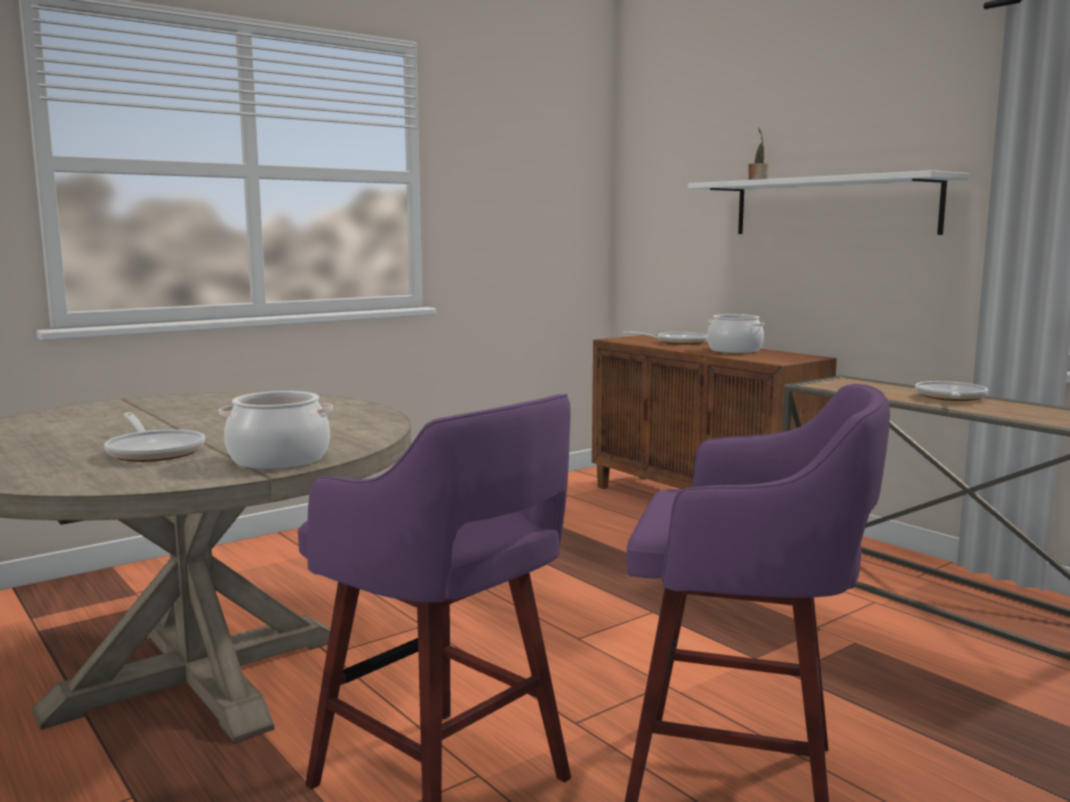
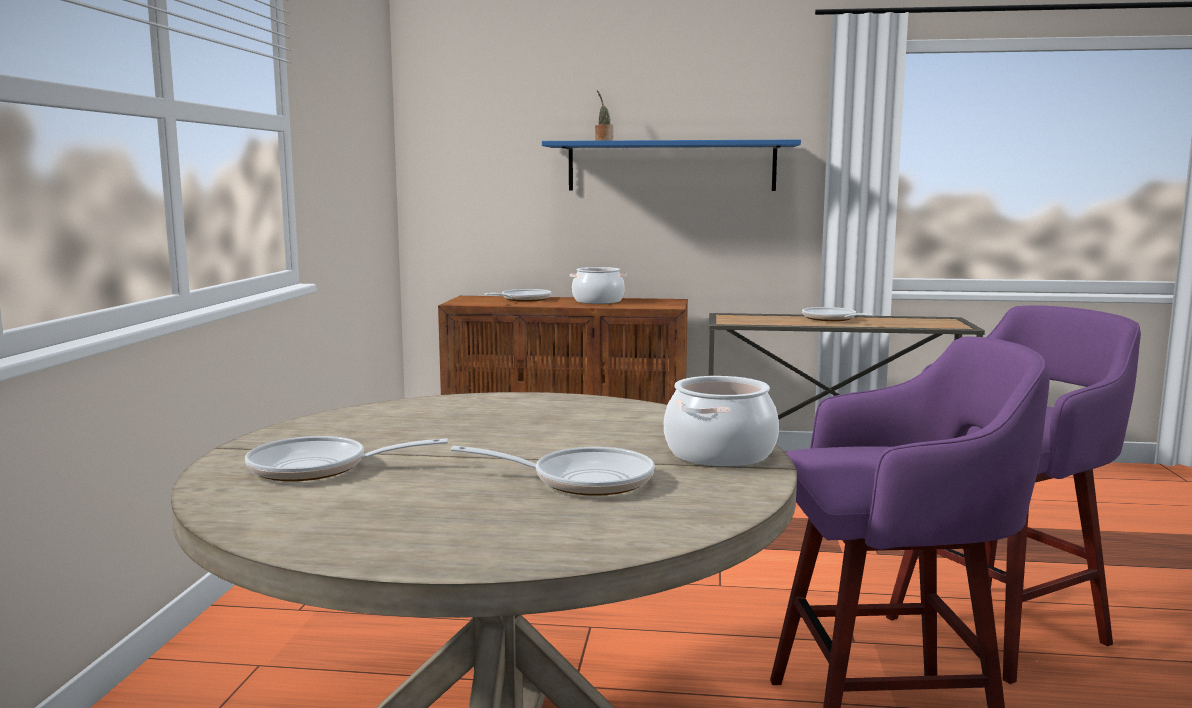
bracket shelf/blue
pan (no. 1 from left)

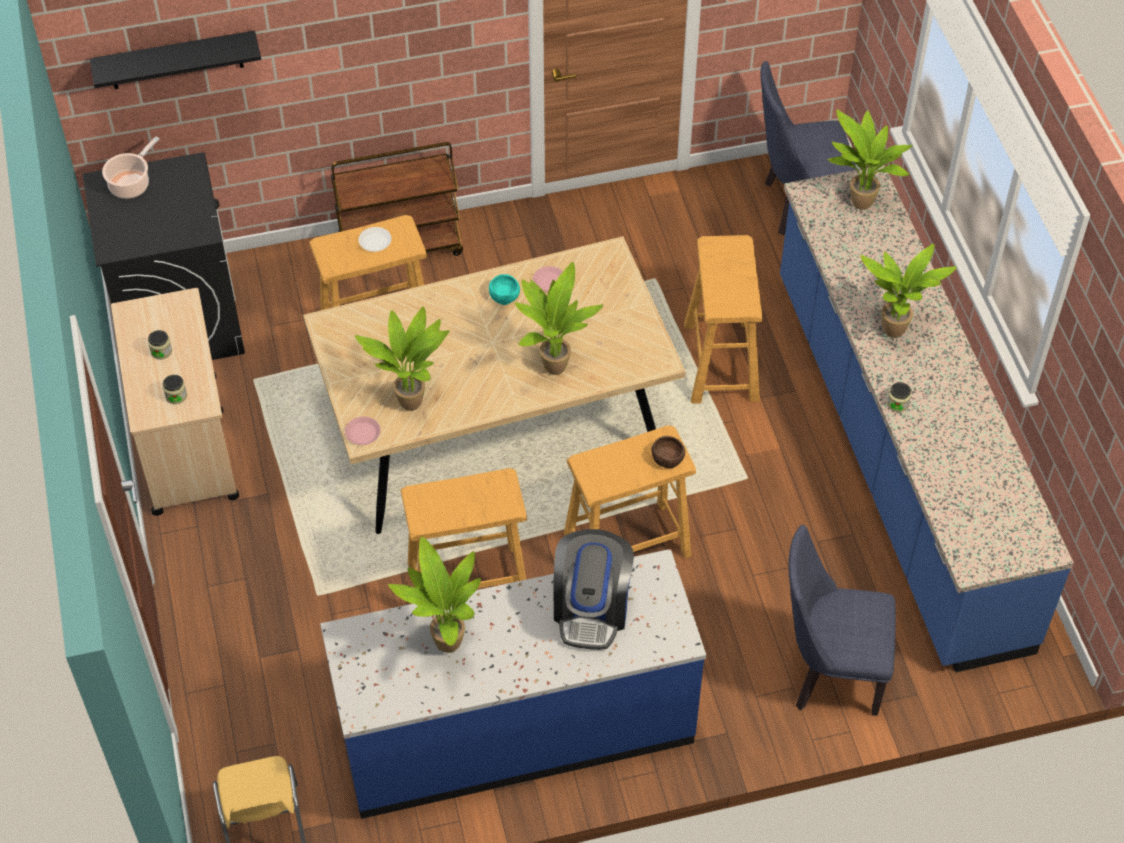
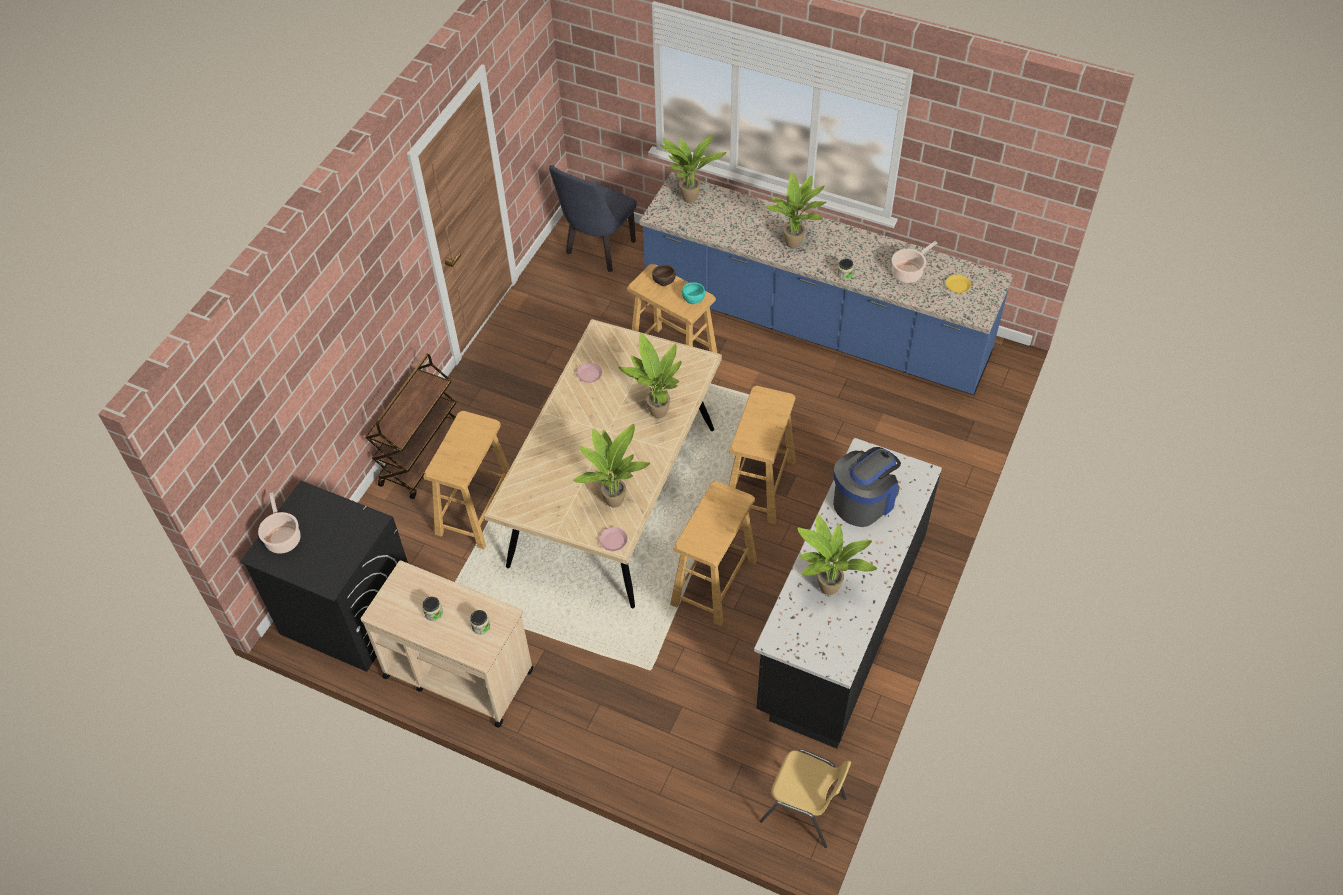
bracket shelf/black
plate/white-coloured
bowl/turquoise
bowl/brown-coloured
chair/blue (no. 2 from left in the first image)
coffee maker
counter/black
saucepot (no. 2 from left)
plate/yellow-coloured

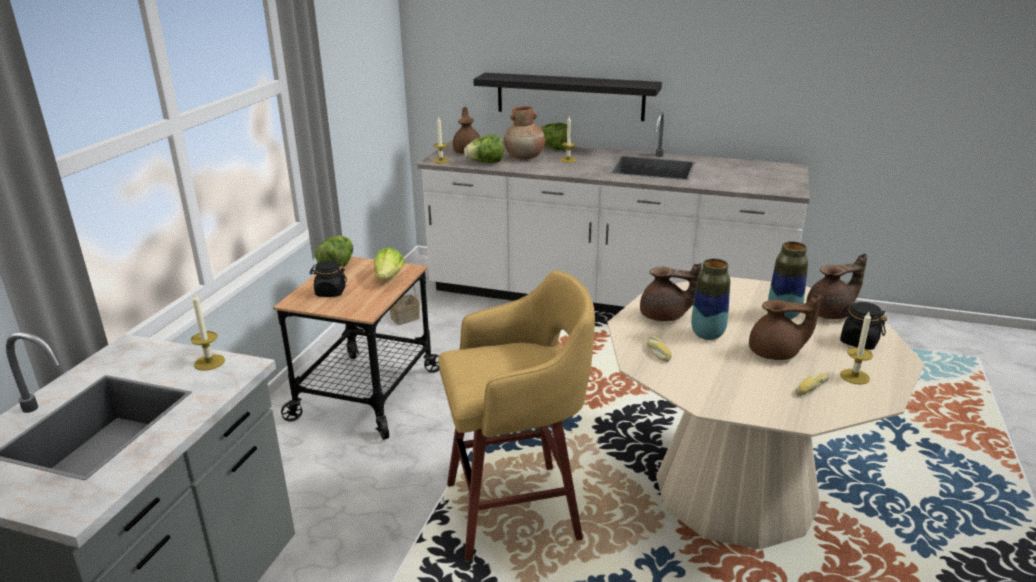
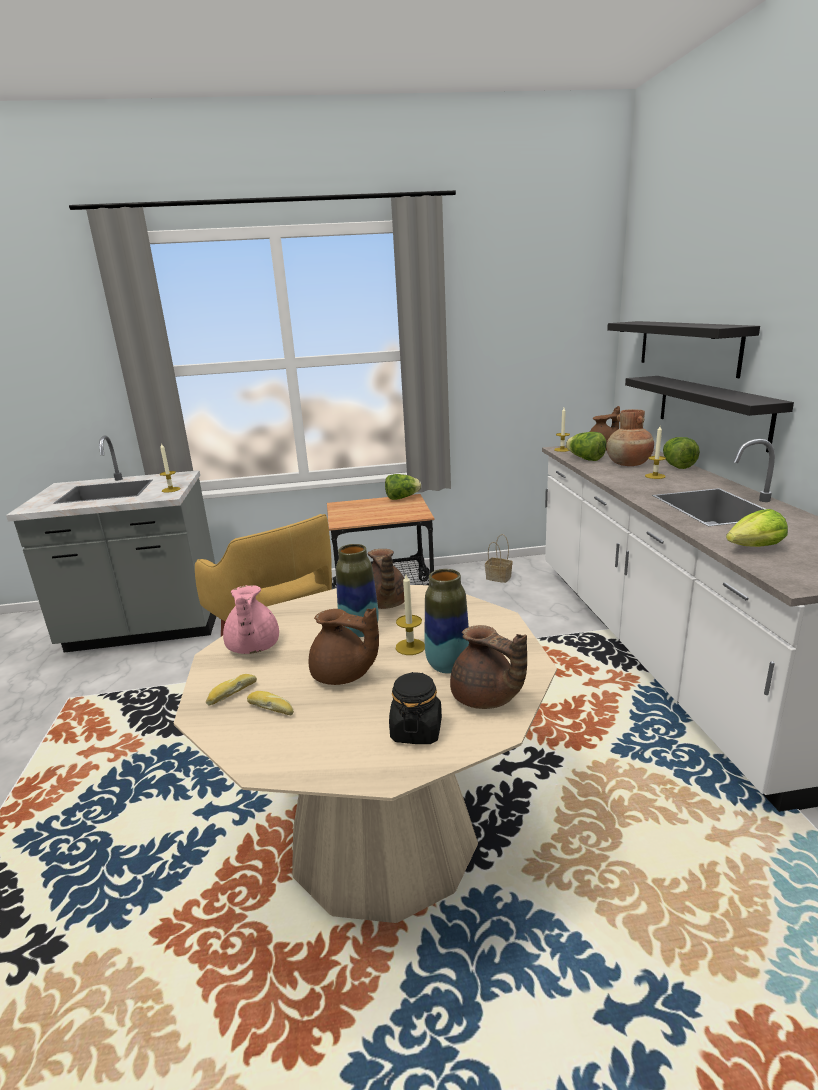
lettuce head (no. 4 from left)
preserve jar/black (no. 1 from left in the first image)
teapot/brown-coloured (no. 1 from left)
wax candle (no. 2 from left)
baked bread (no. 1 from left)
bracket shelf/black (no. 1 from left)
teapot/pink

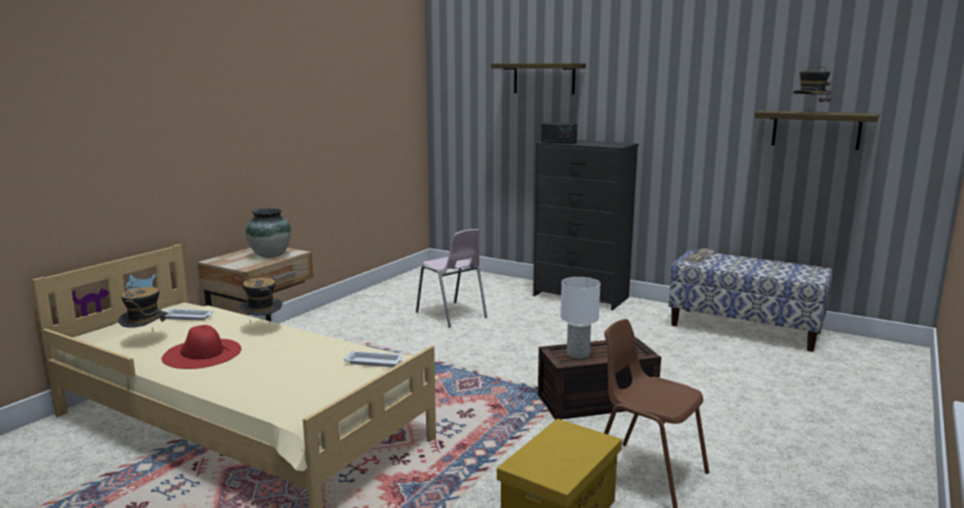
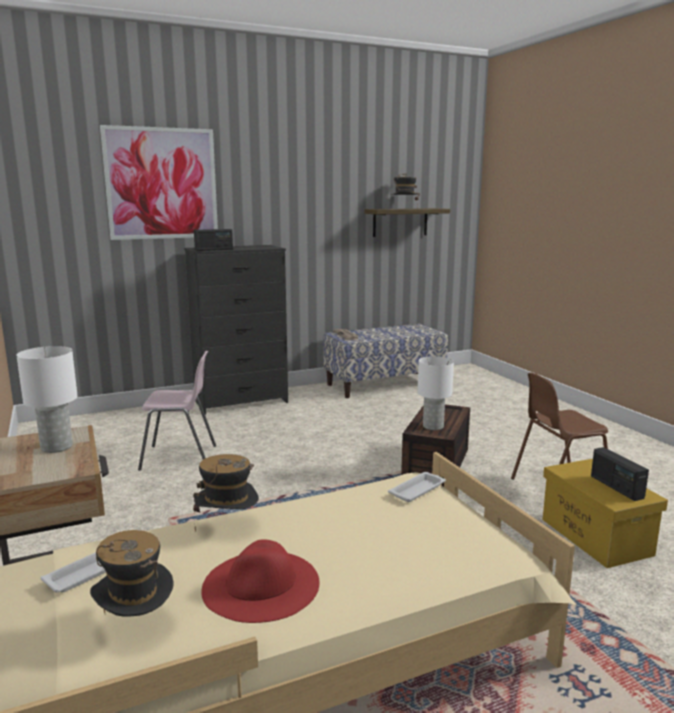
wall art
tabletop lamp/white-coloured (no. 1 from left)
radio receiver (no. 2 from left)

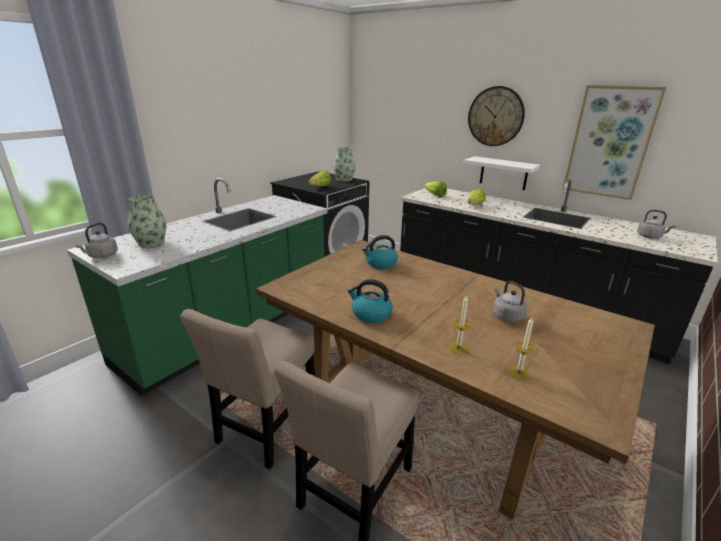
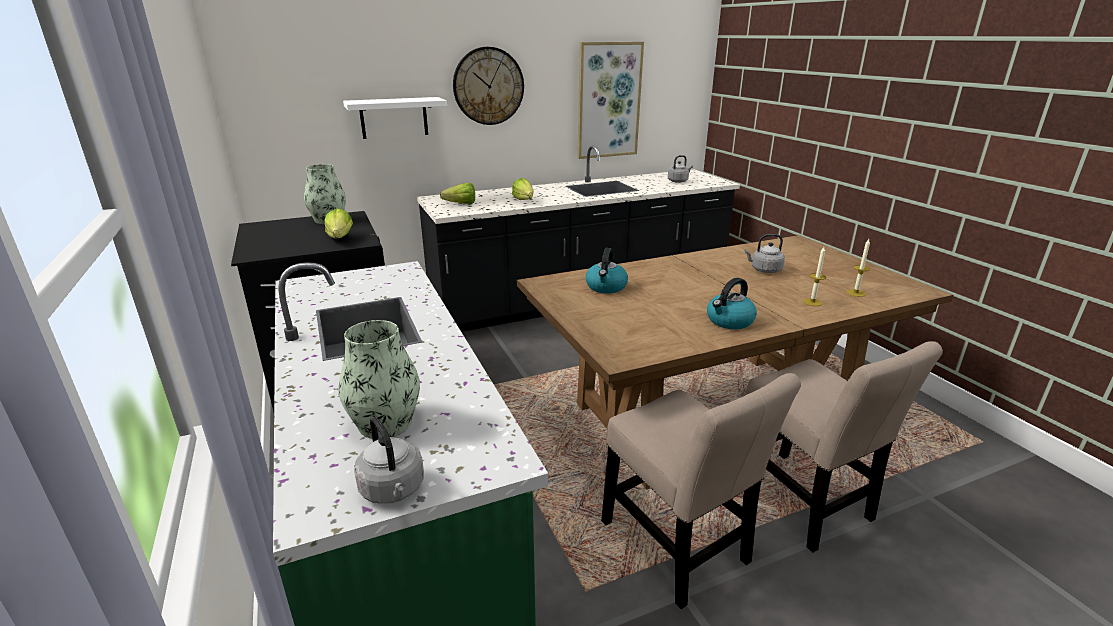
bracket shelf/white-coloured

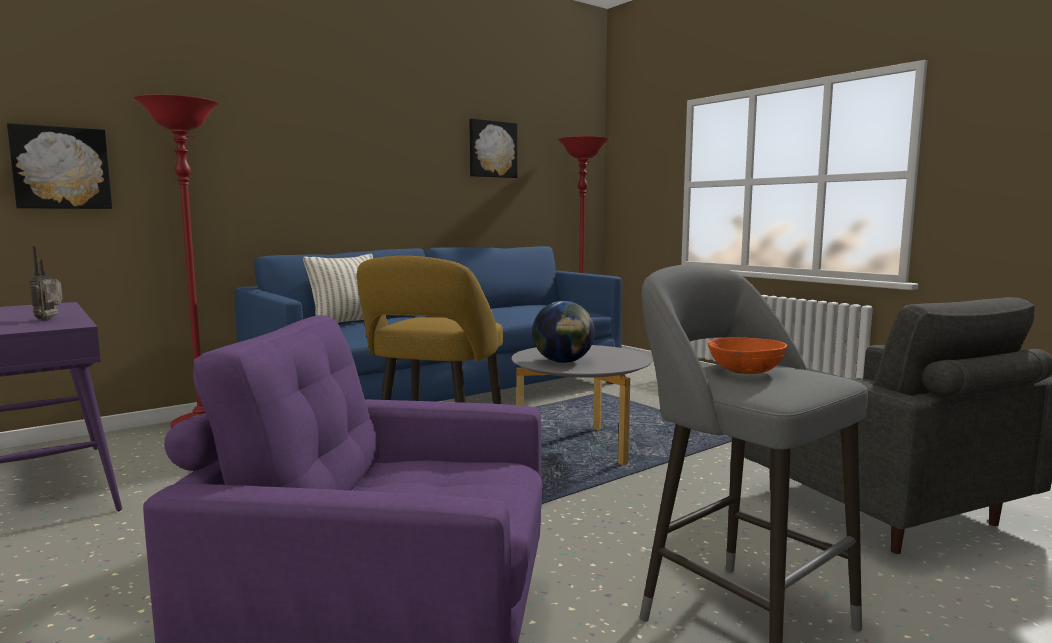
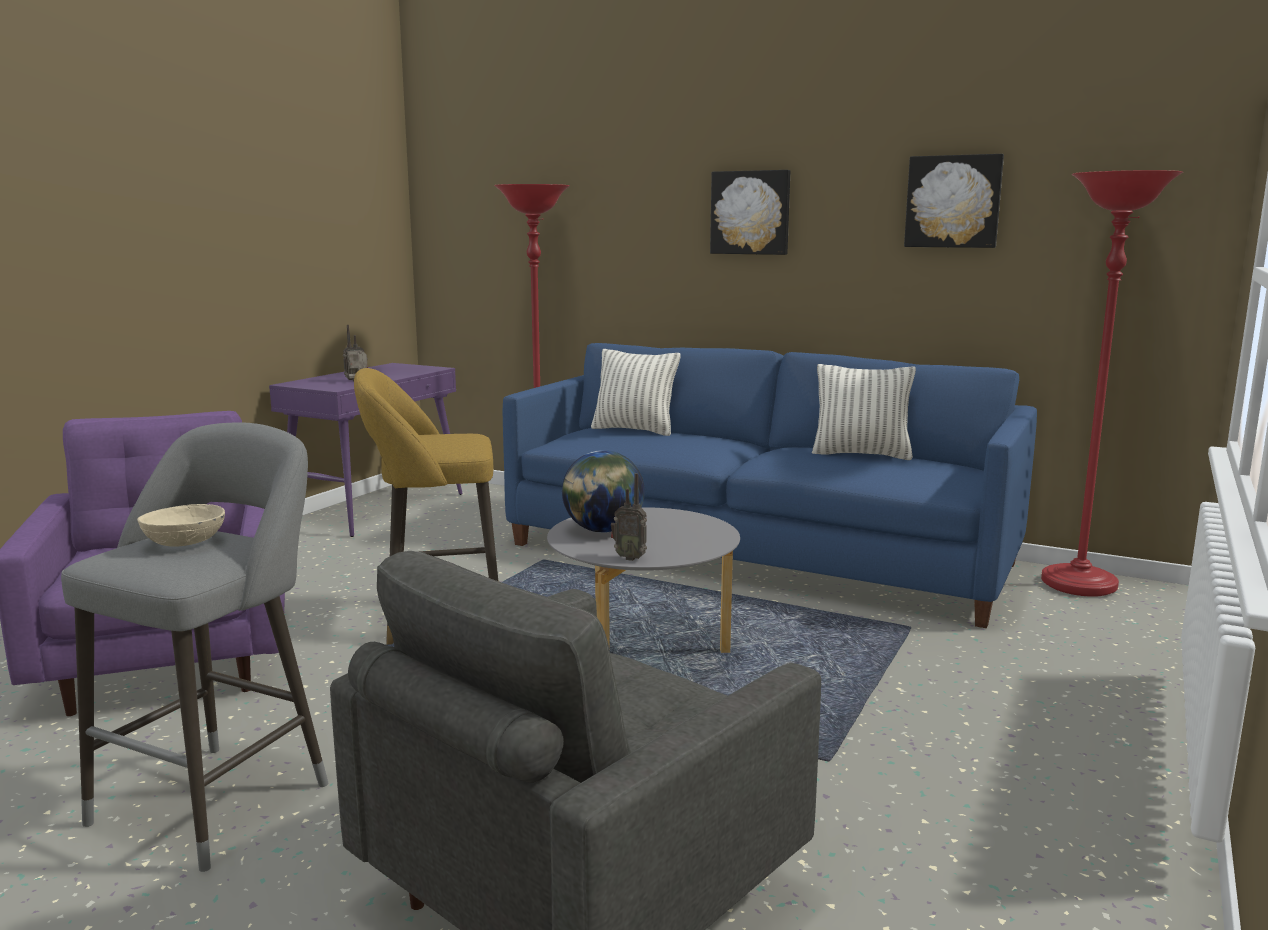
wall art (no. 1 from left)
bowl/beige
cushion (no. 2 from left)
radio receiver (no. 2 from left)

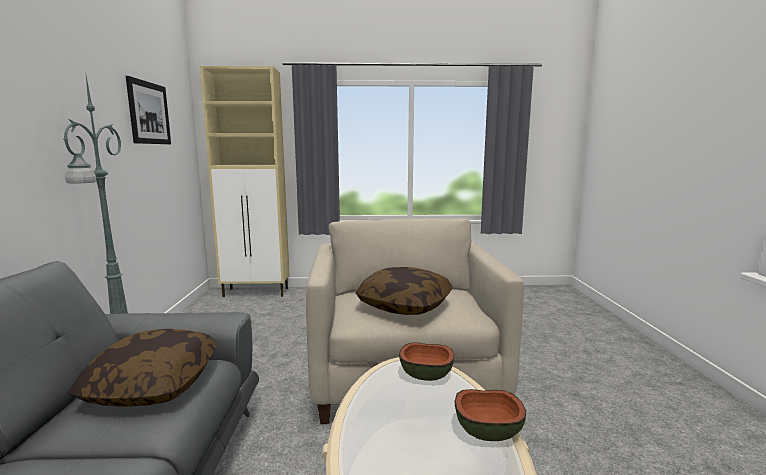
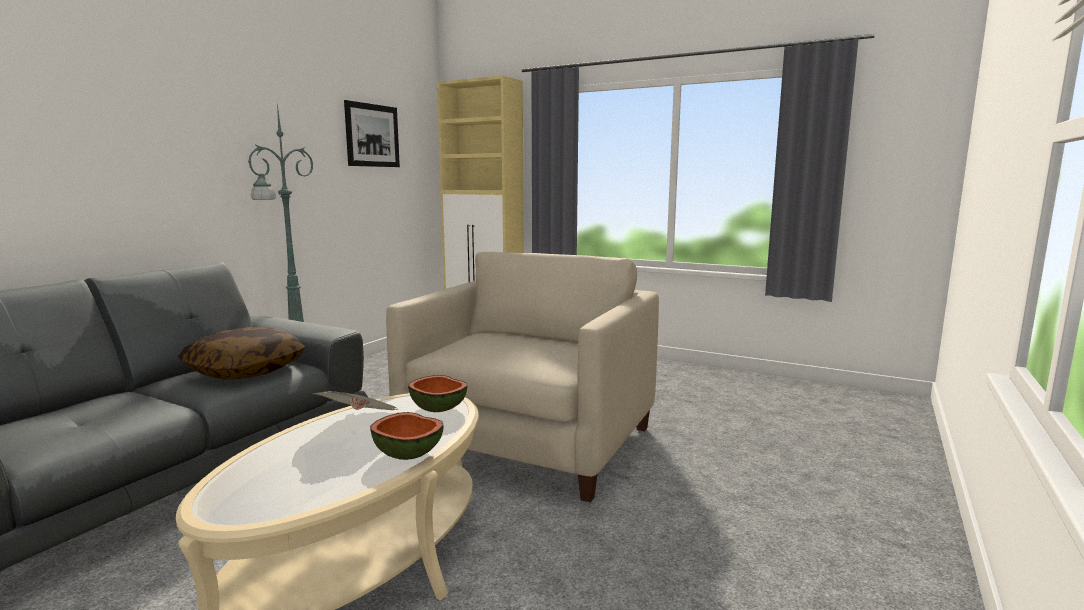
cushion (no. 2 from left in the first image)
printed paper

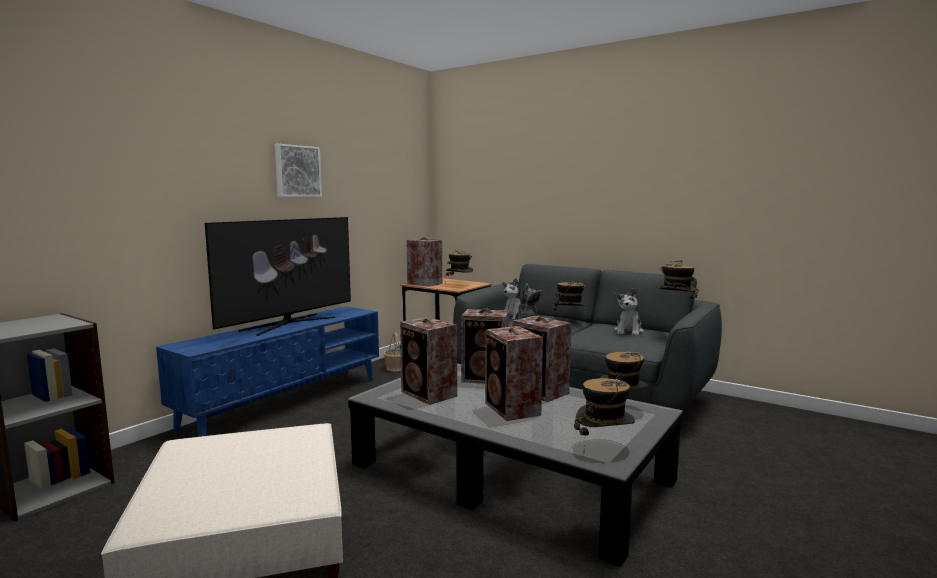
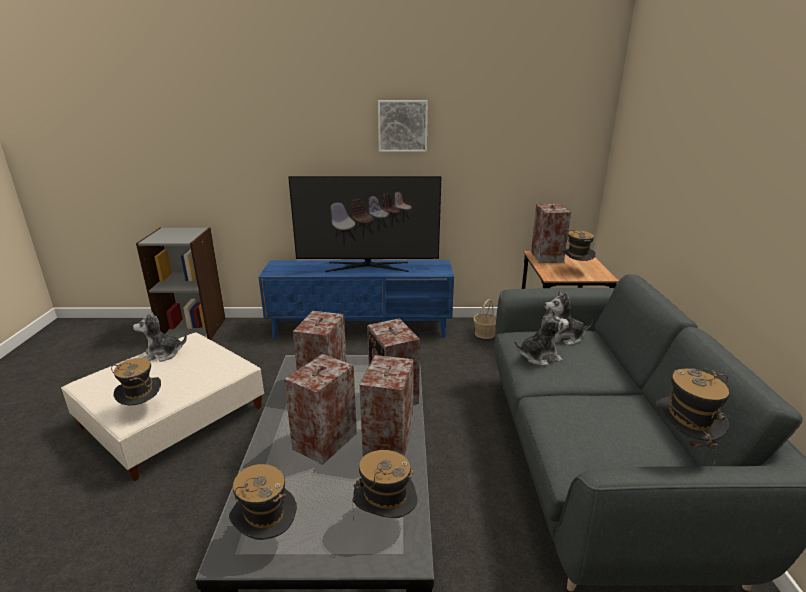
wearable hat (no. 1 from left)
soft toy (no. 1 from left)

